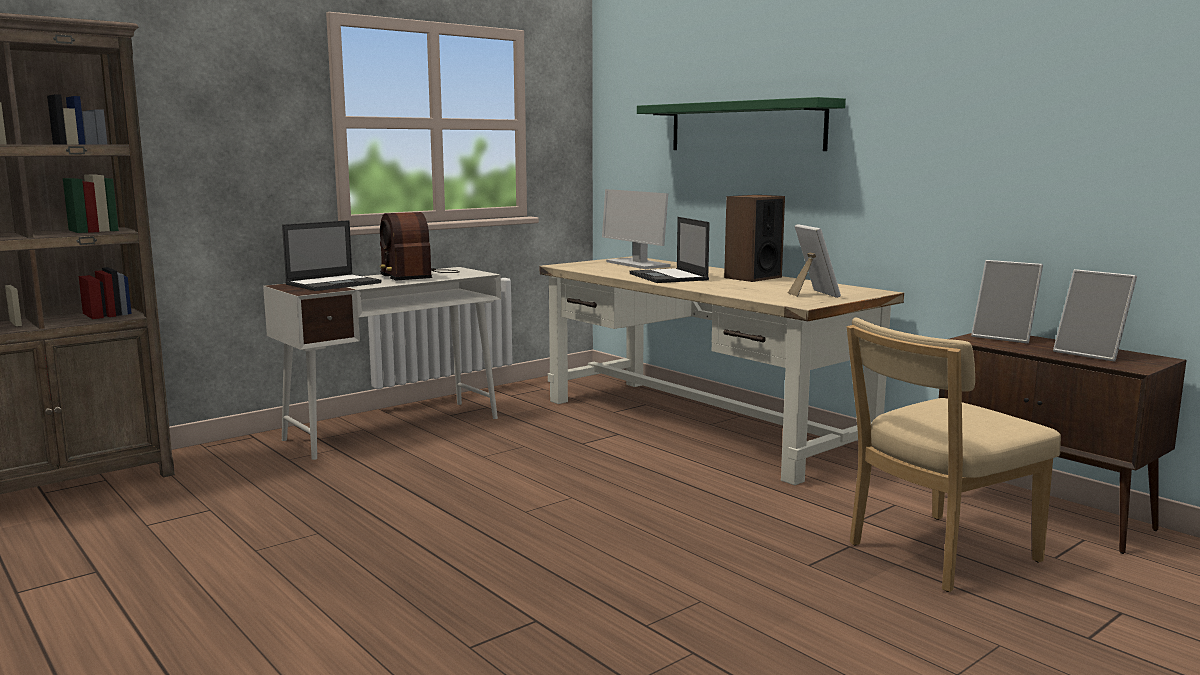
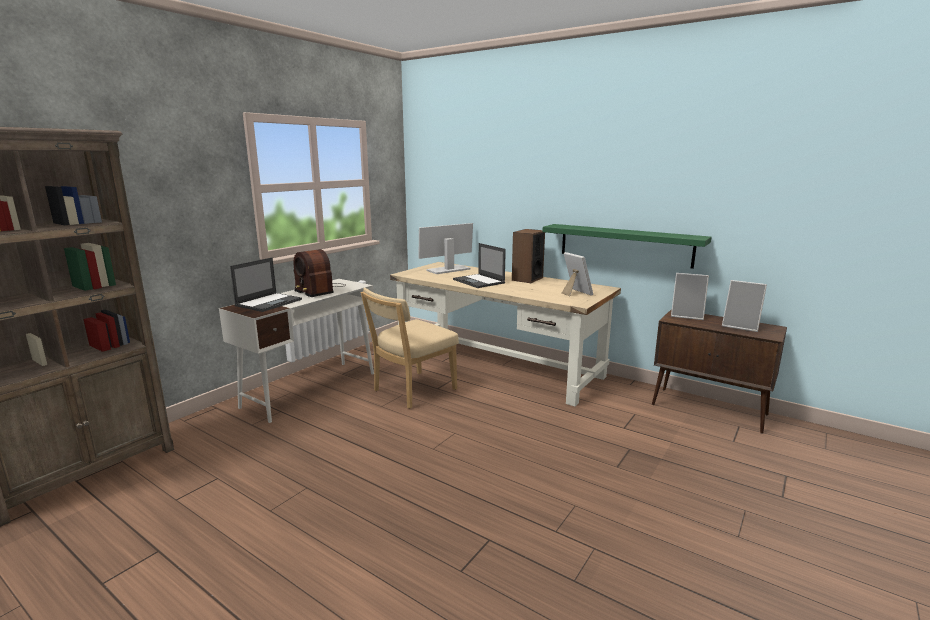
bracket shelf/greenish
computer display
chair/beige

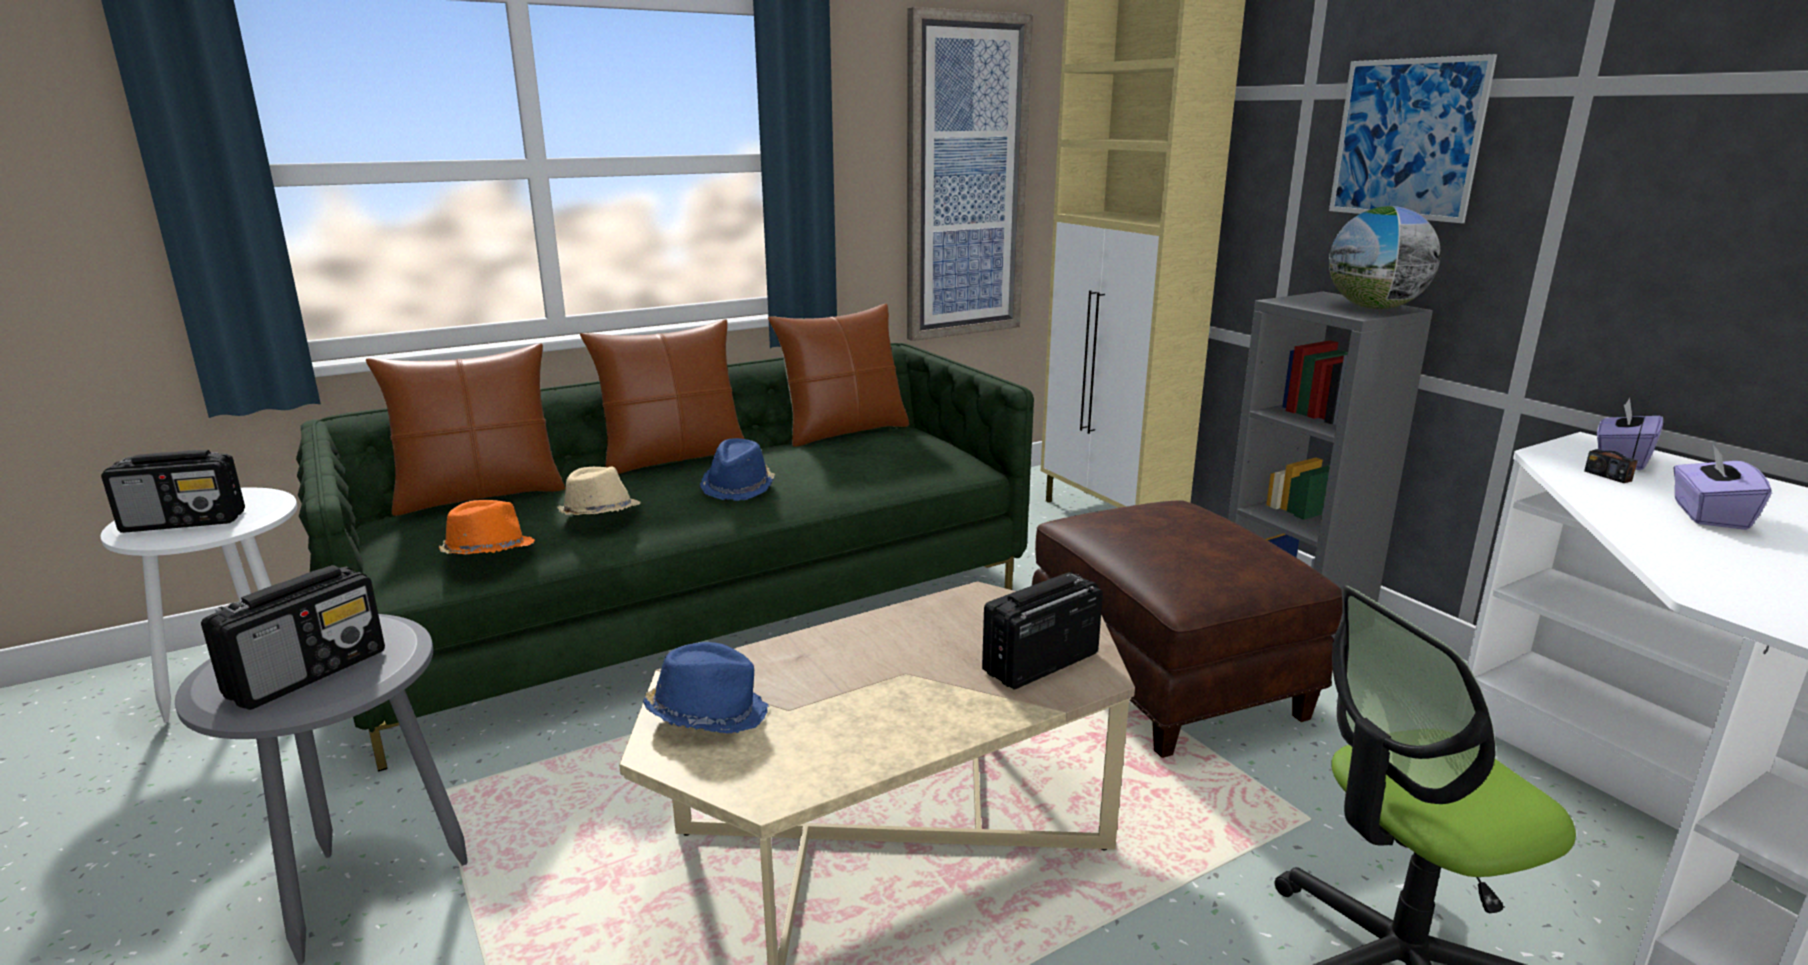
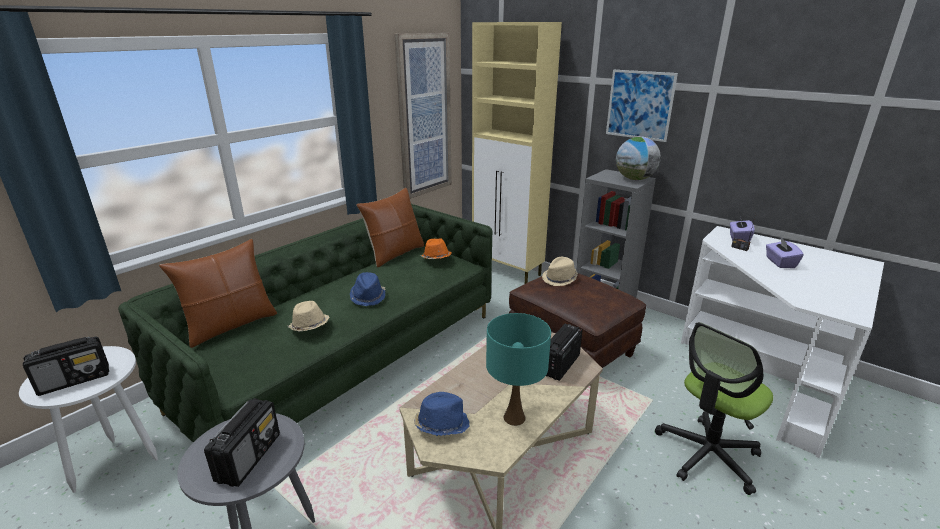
cushion/brown-coloured (no. 2 from left in the first image)
wearable hat/orangey
wearable hat/beige (no. 2 from left)
tabletop lamp/turquoise

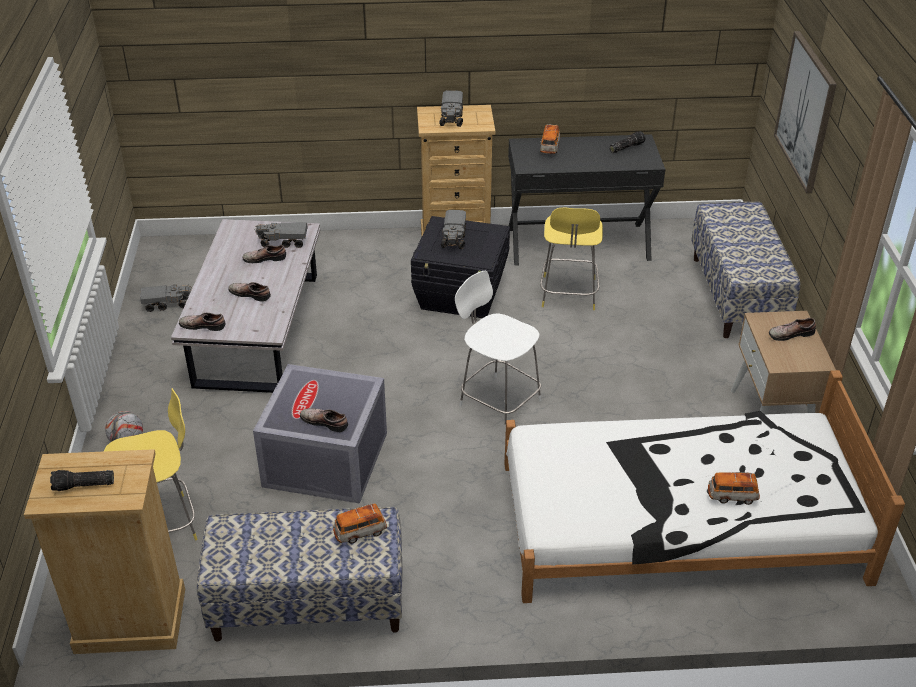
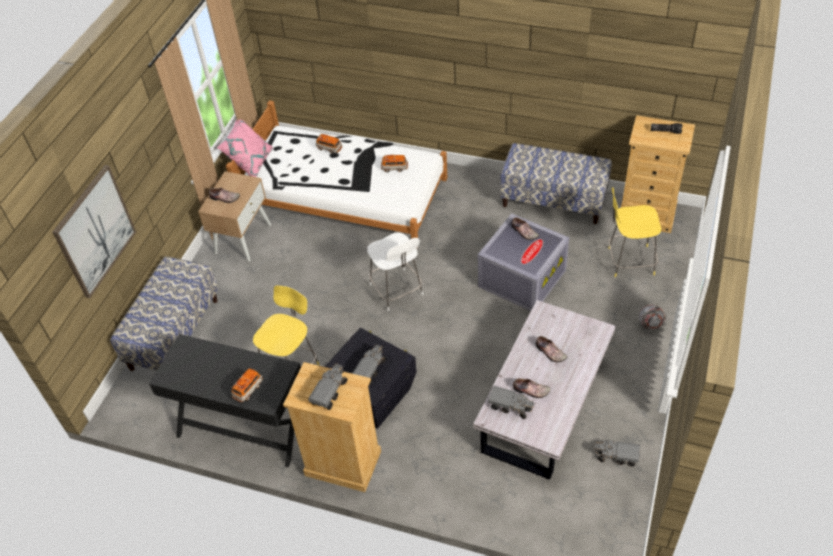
torch (no. 2 from left in the first image)
shoe (no. 1 from left in the first image)
toy car (no. 3 from left)
cushion/pink

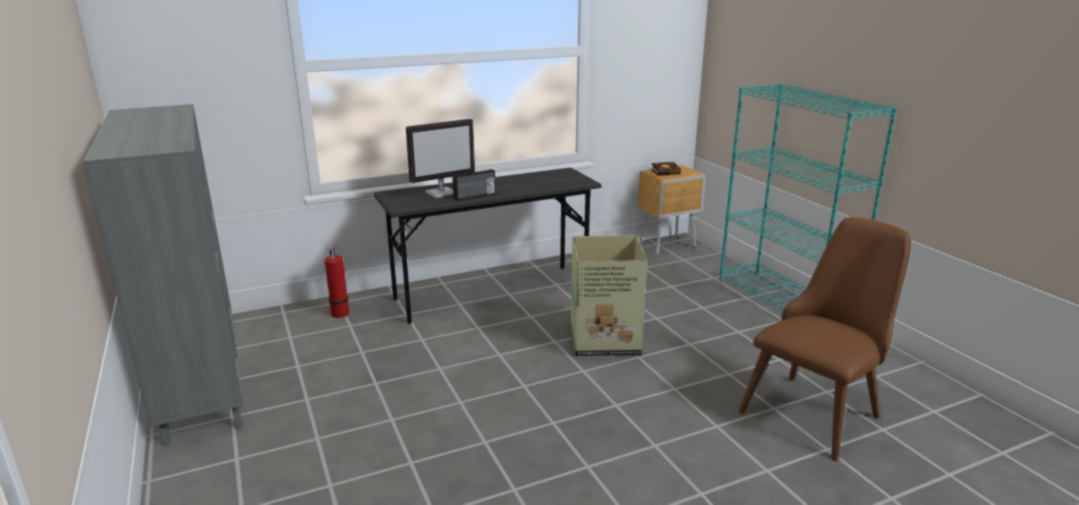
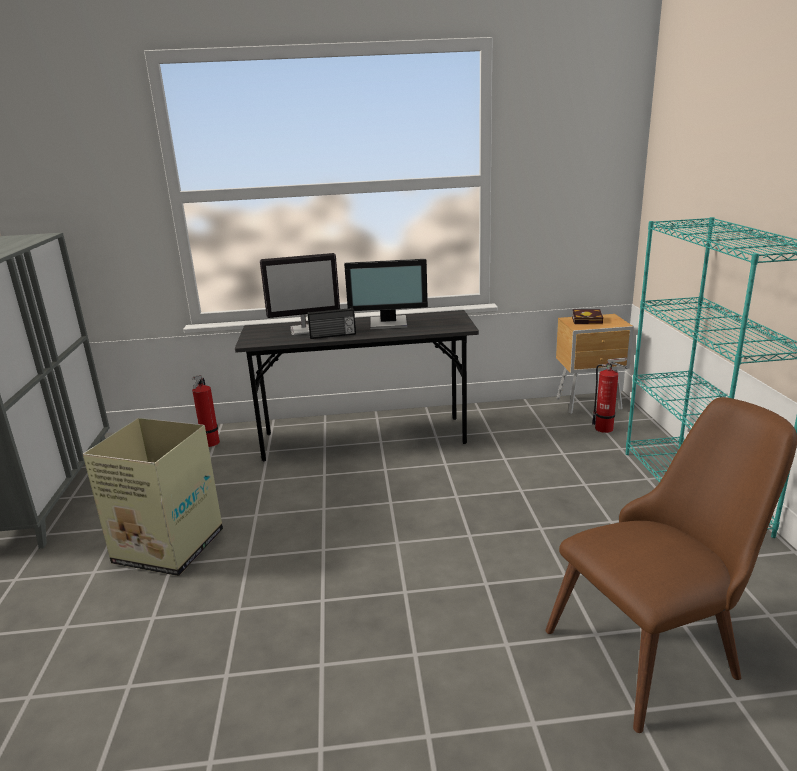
cardboard box
computer display (no. 2 from left)
fire-fighting cylinder (no. 2 from left)

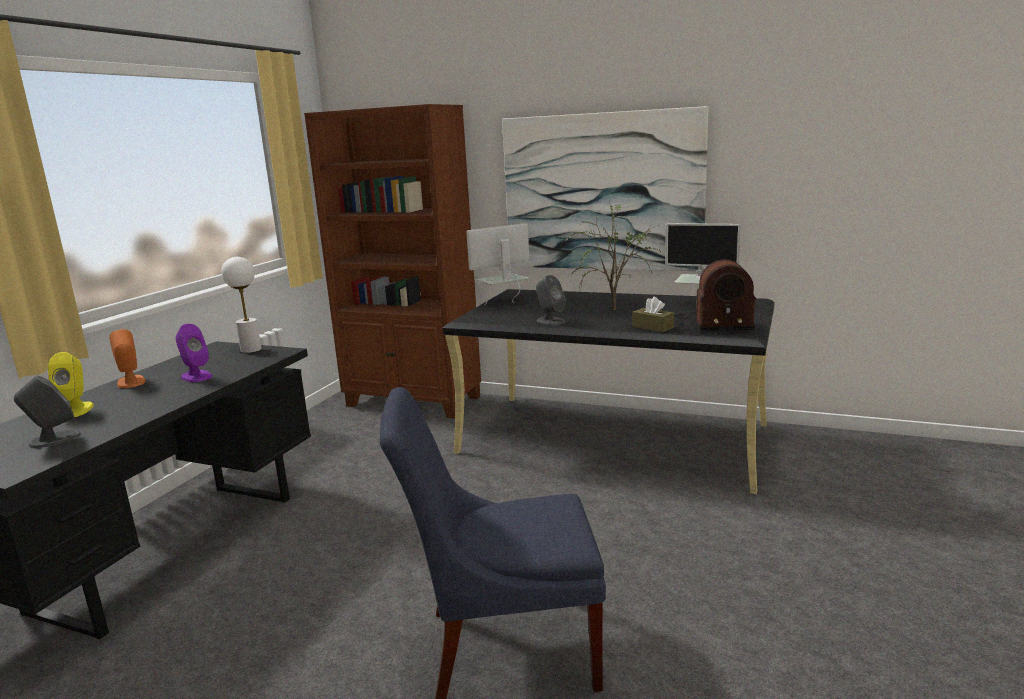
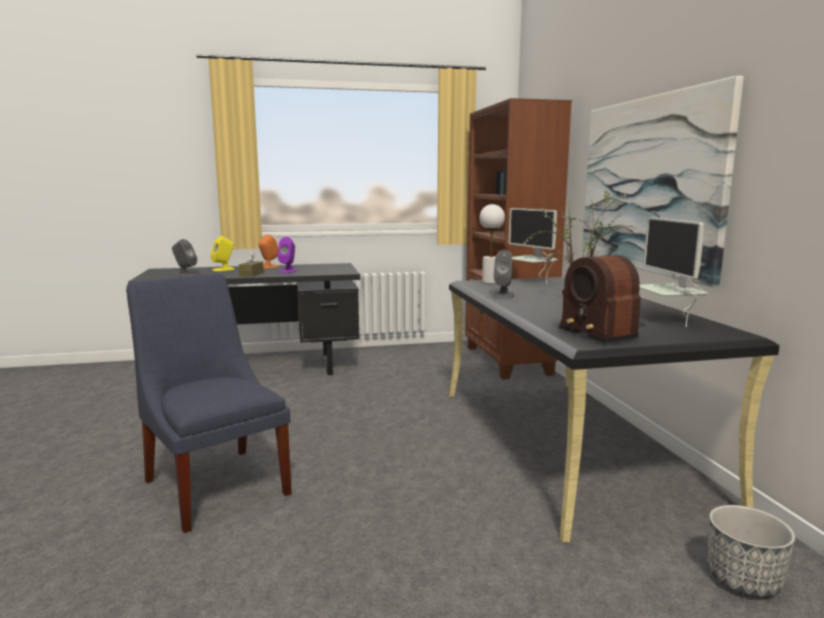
computer display (no. 1 from left)
tabletop lamp/white-coloured
tissue holder/brown-coloured
planter

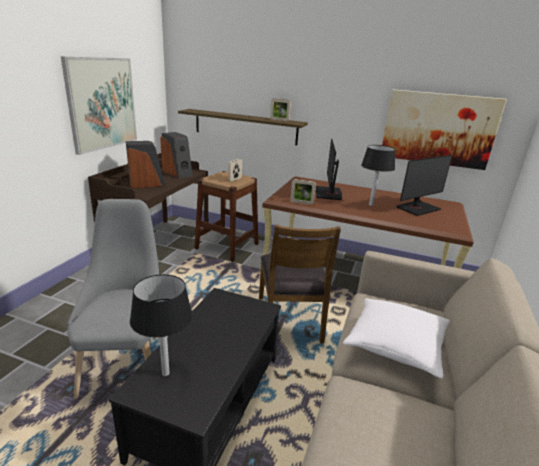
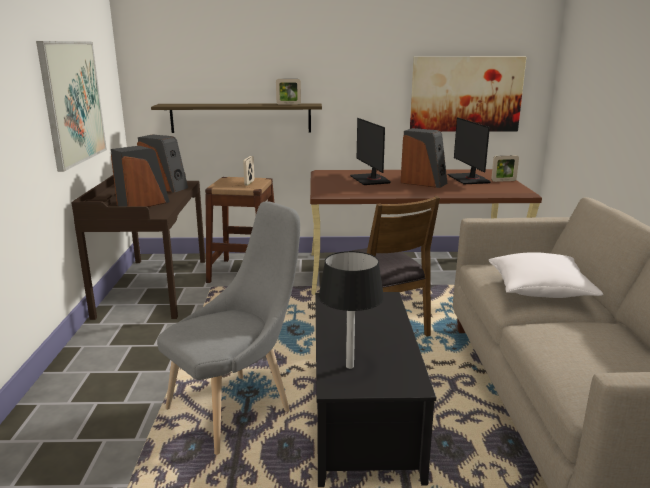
audio speaker (no. 3 from left)
computer display (no. 2 from left)
picture frame (no. 3 from left)
chair/gray

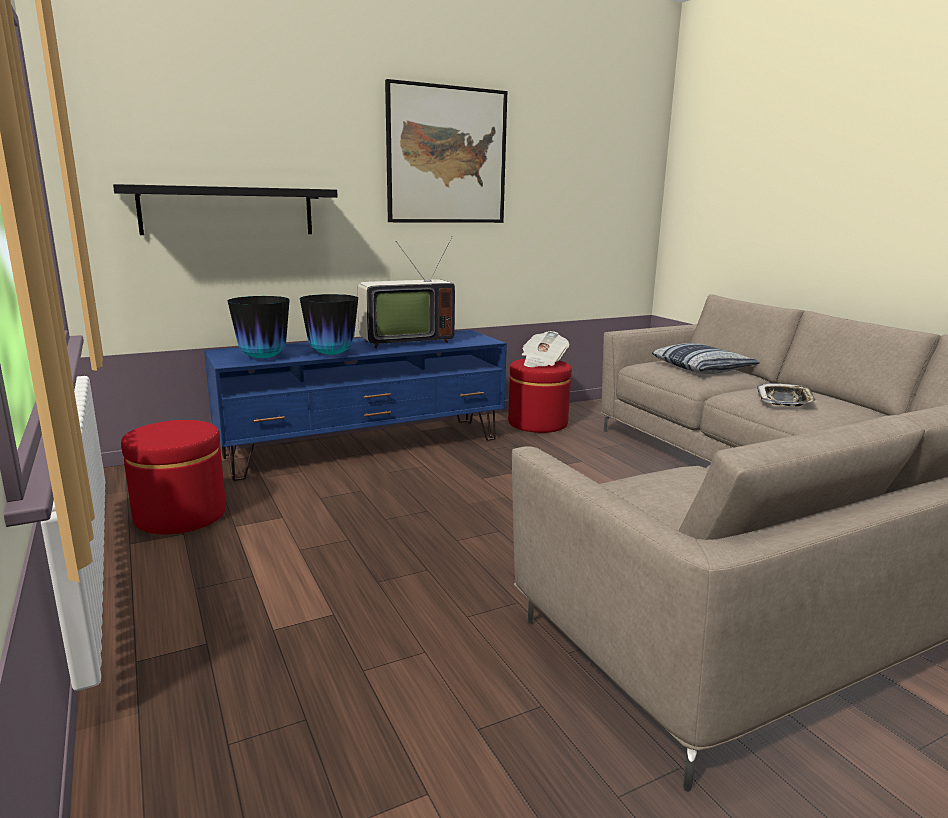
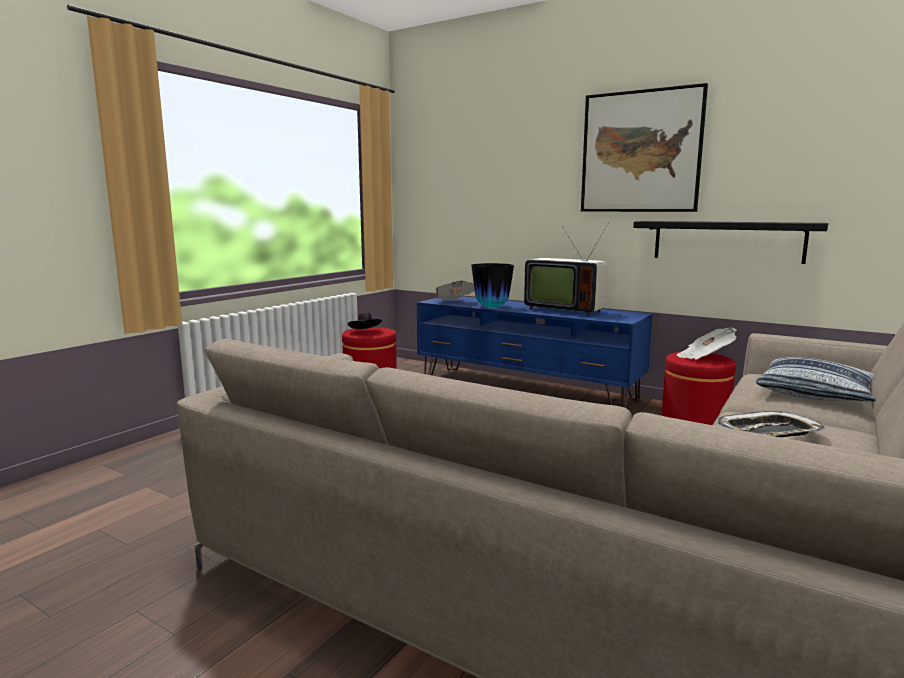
bracket shelf/black
printed paper (no. 1 from left)
wearable hat/black

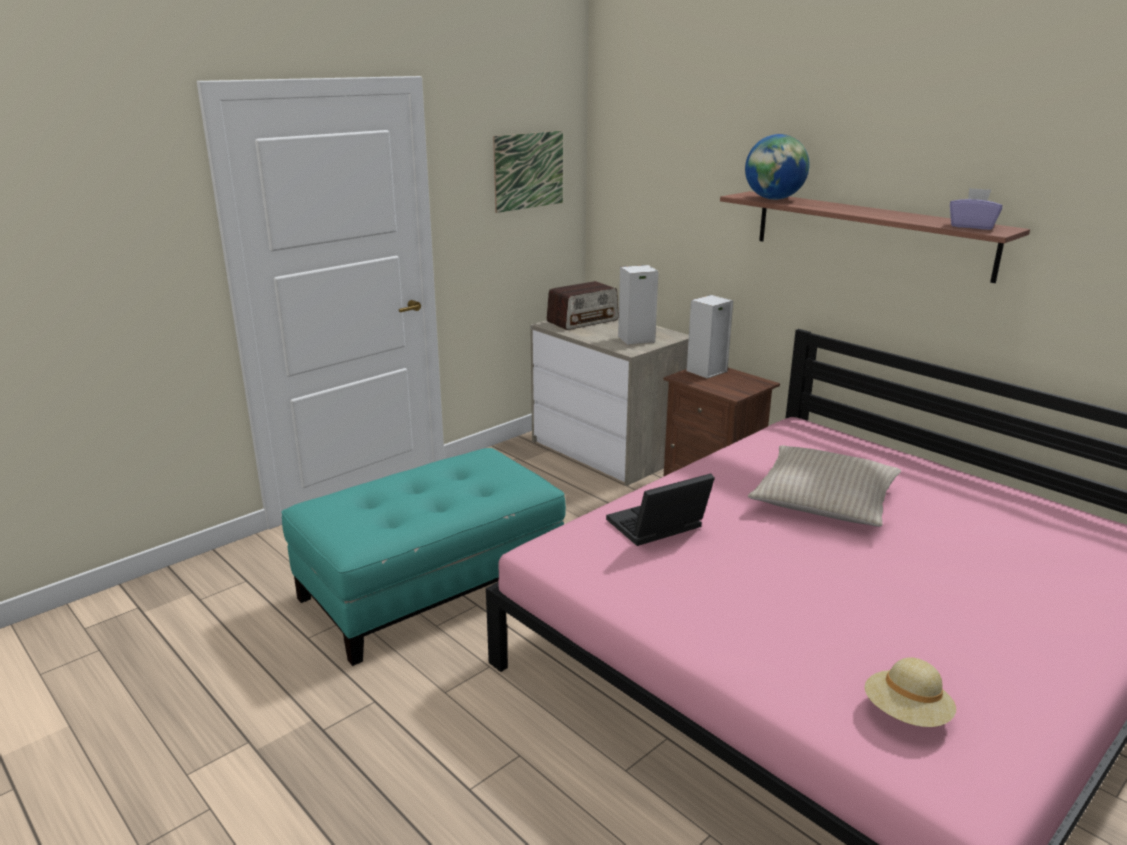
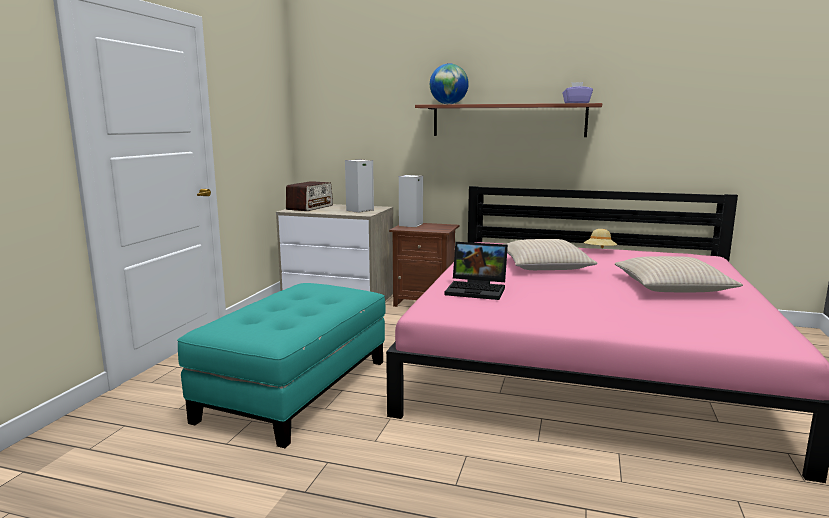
wall art
laptop
wearable hat/beige
cushion/beige (no. 2 from left)

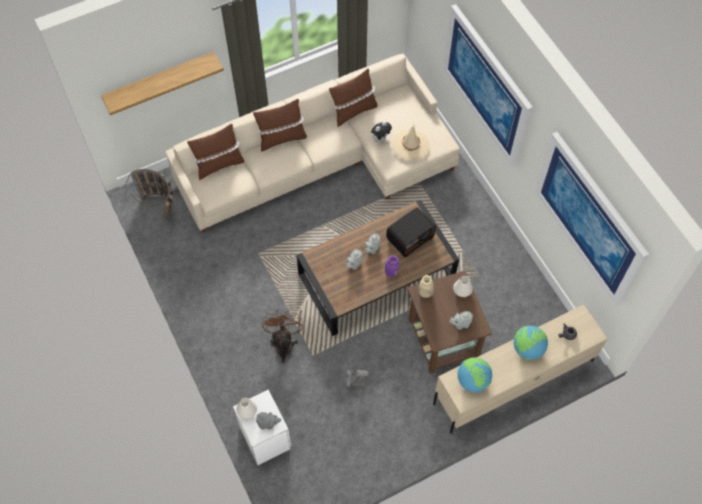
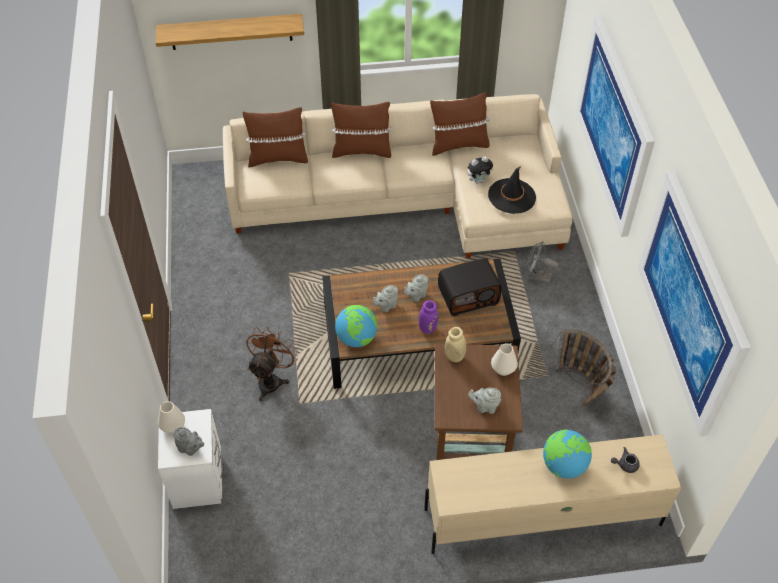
wearable hat/black
storage basket
world globe (no. 1 from left)
fan/gray

